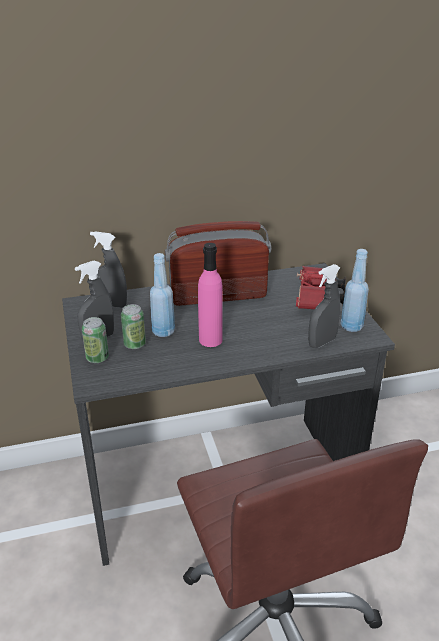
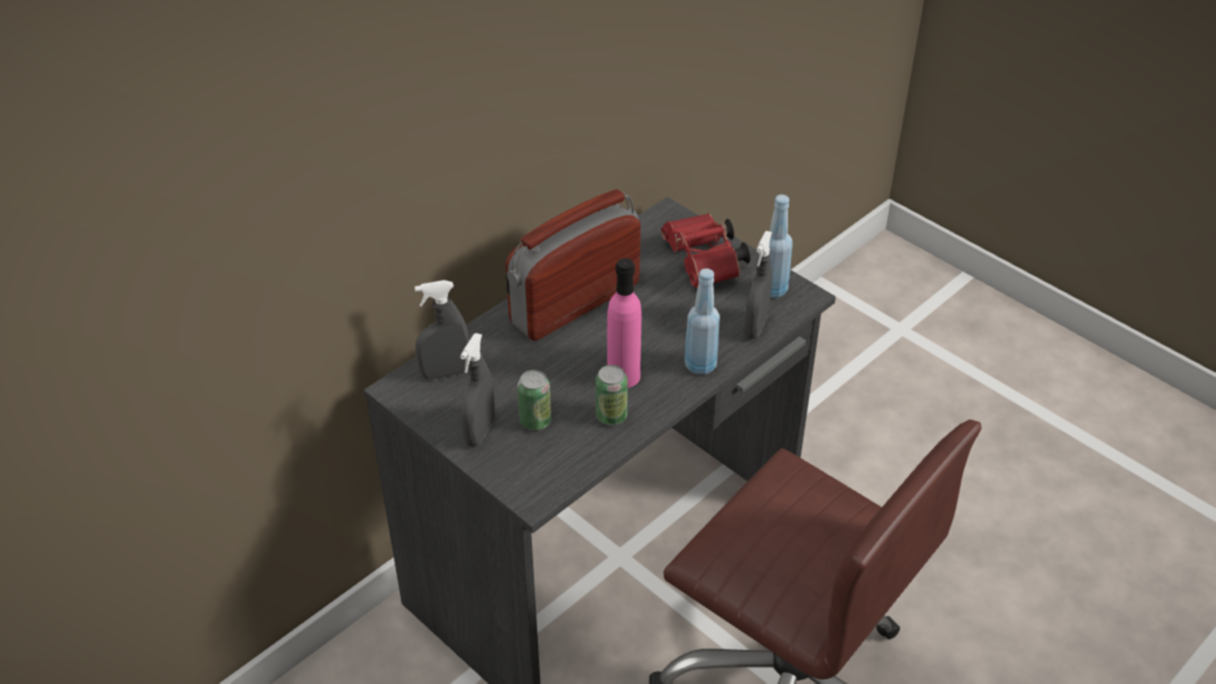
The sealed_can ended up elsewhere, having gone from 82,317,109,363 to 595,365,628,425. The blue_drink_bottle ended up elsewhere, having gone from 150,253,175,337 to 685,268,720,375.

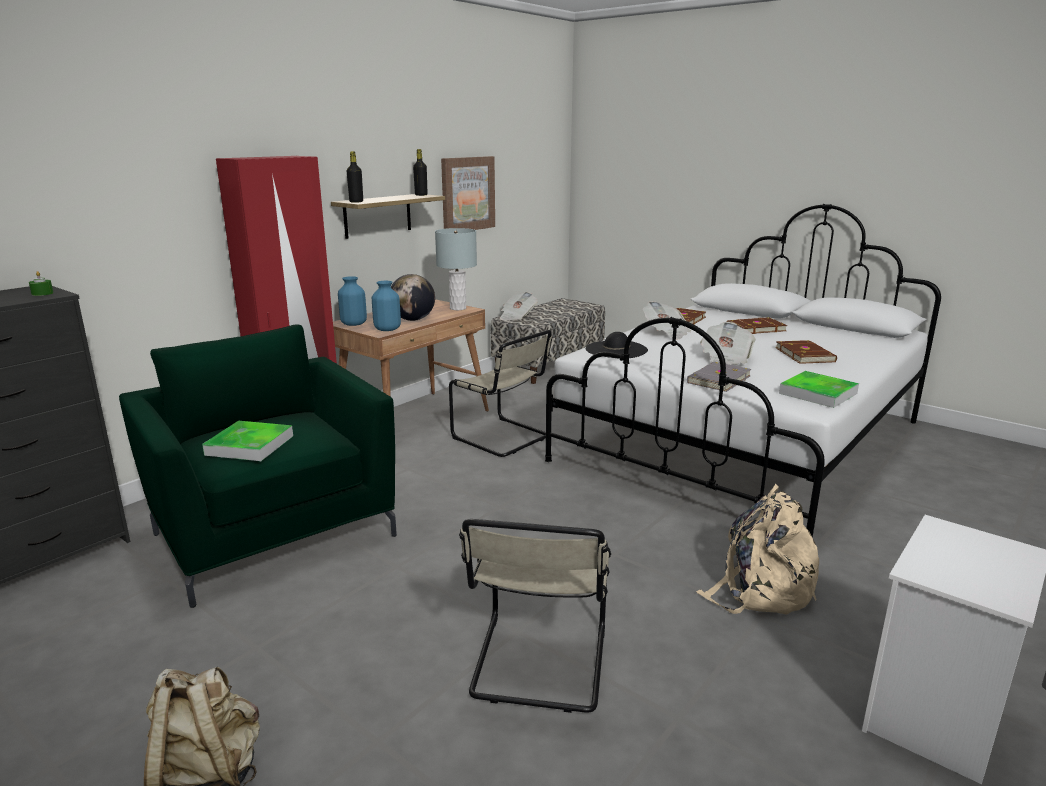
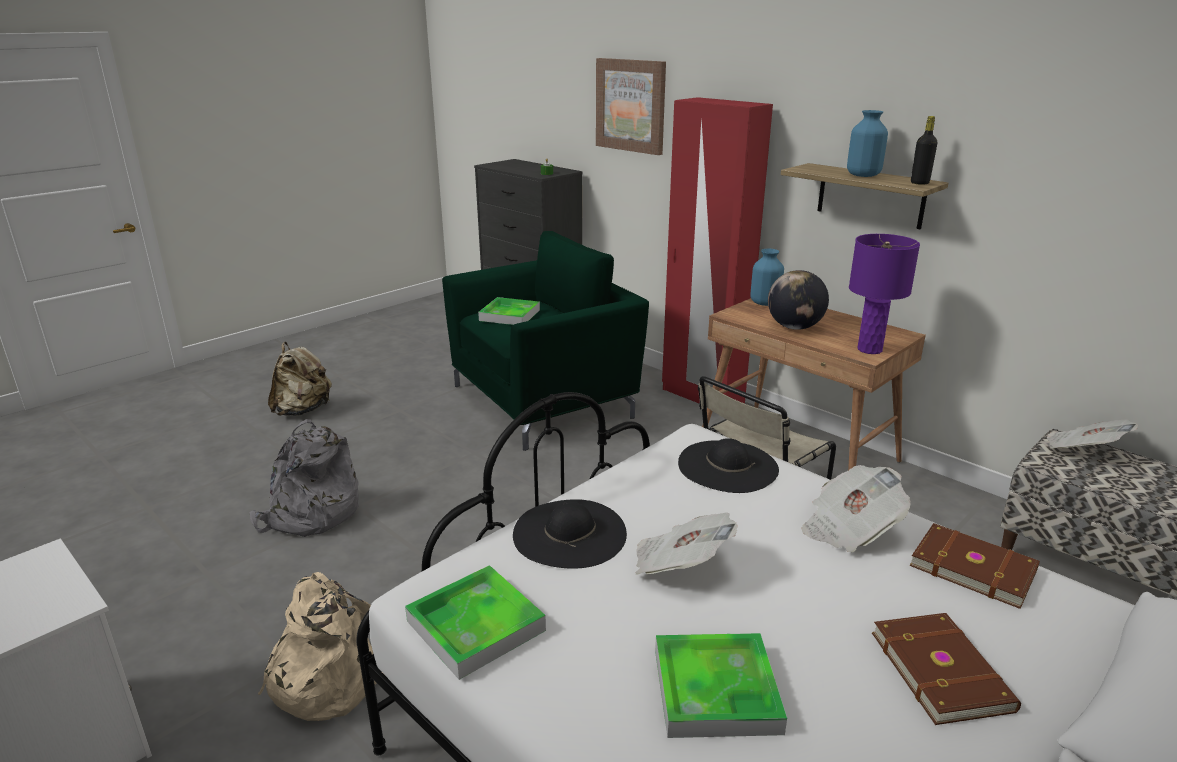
The second view lost the black-coloured_drink_bottle at 347,151,363,203. The blue_vase ended up elsewhere, having gone from 372,281,401,331 to 847,110,888,177. What was the gray_lamp_for_a_table at 435,228,477,310 turned into the purple_lamp_for_a_table at 849,234,920,354. The wall_picture ended up elsewhere, having gone from 441,156,495,230 to 596,58,666,155. Where the beige-coloured_chair stood at 459,519,611,713, the gray_rucksack came to stand at 249,419,359,537. Where the gray_book stood at 687,362,751,392, the black-coloured_clothing_hat came to stand at 513,499,627,569. Where the brownish_book stood at 775,340,837,364, the carrying_tray came to stand at 655,633,787,738.

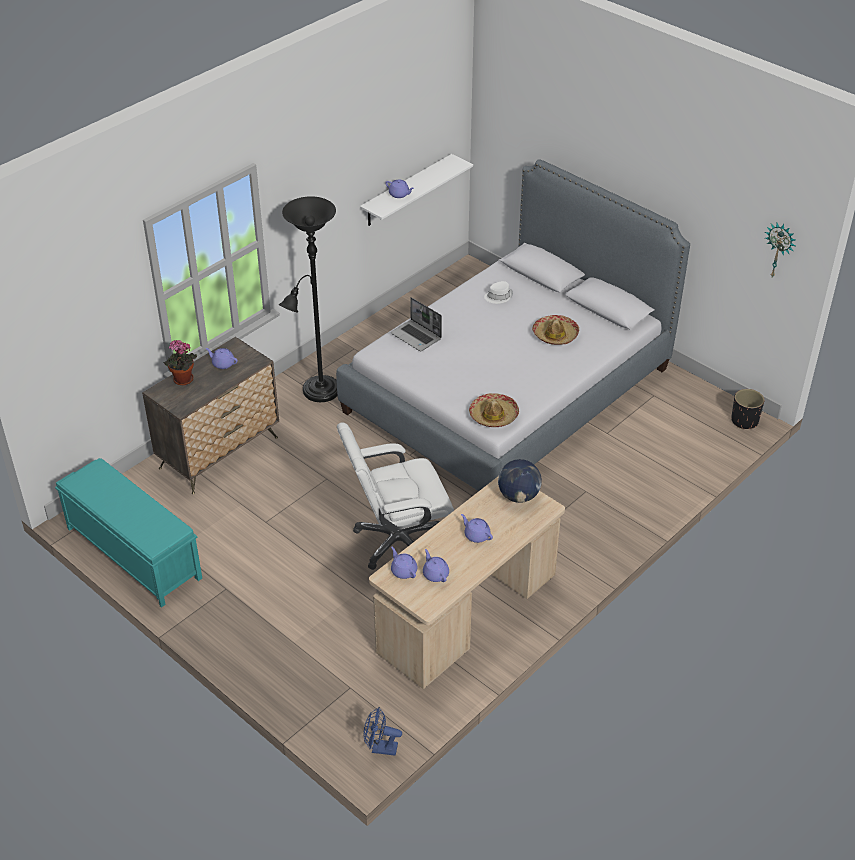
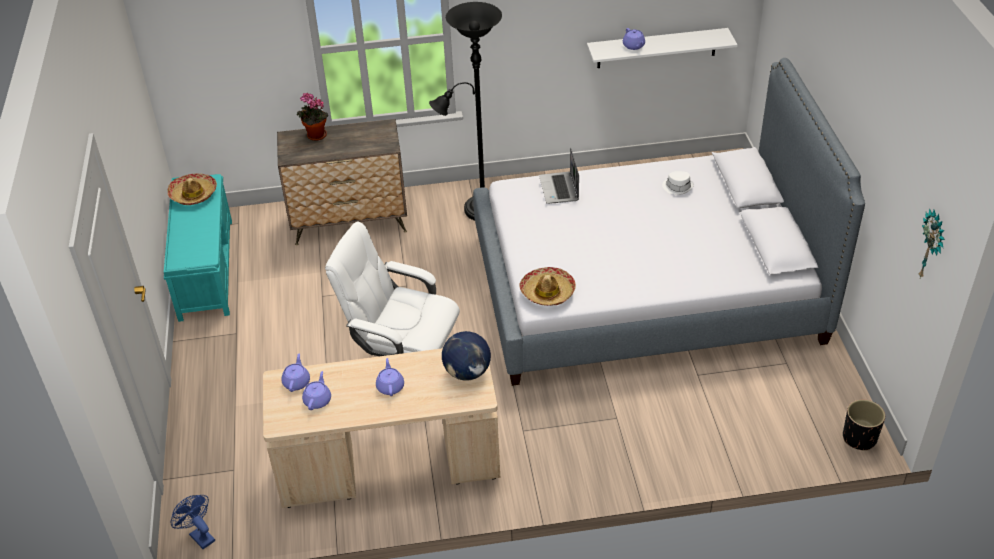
The second view lost the purple_pot_for_tea at 206,348,238,369. The clothing_hat ended up elsewhere, having gone from 532,315,579,345 to 167,173,217,205.

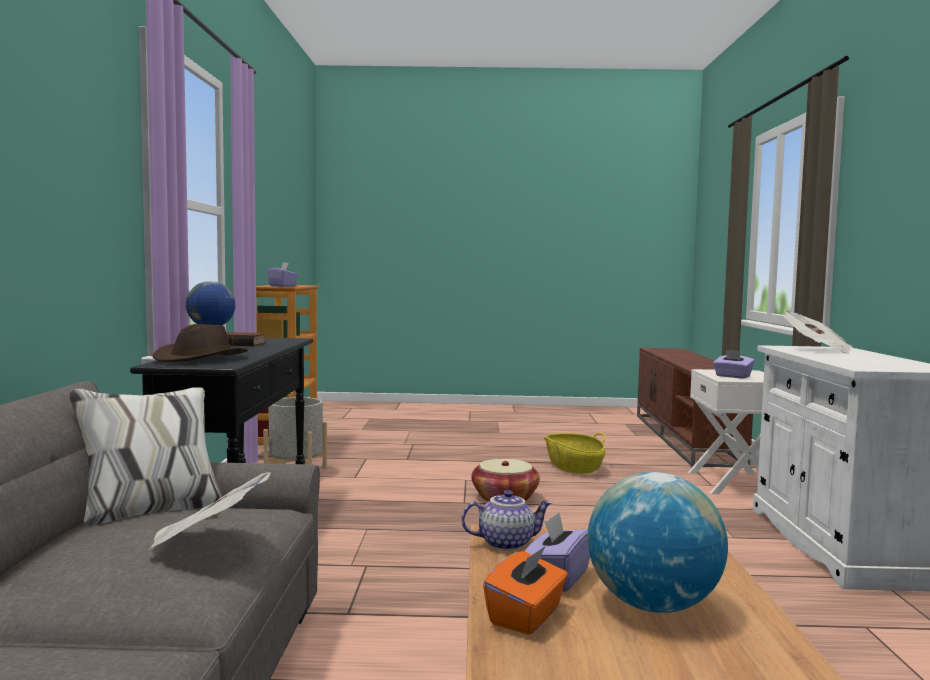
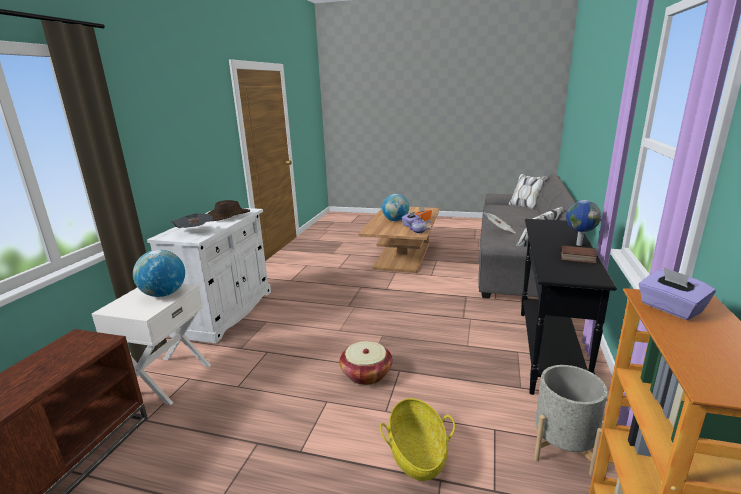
The brownish_clothing_hat ended up elsewhere, having gone from 153,324,248,362 to 208,200,251,221. The storage_basket ended up elsewhere, having gone from 544,433,606,474 to 380,398,455,481. Where the purple_box_of_tissues stood at 713,350,755,379, the desk_globe came to stand at 133,250,185,297.

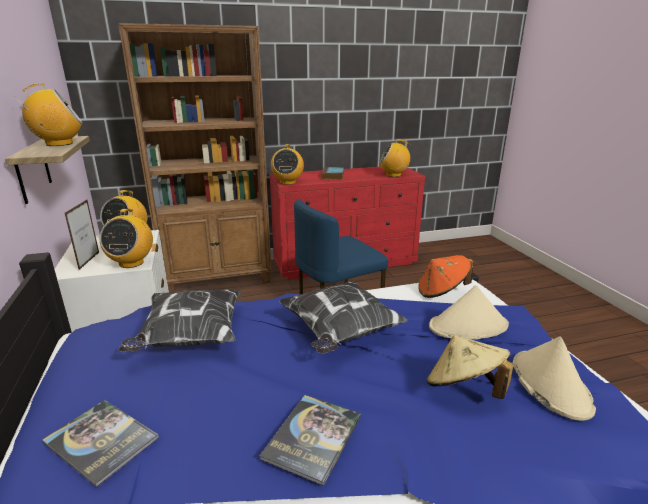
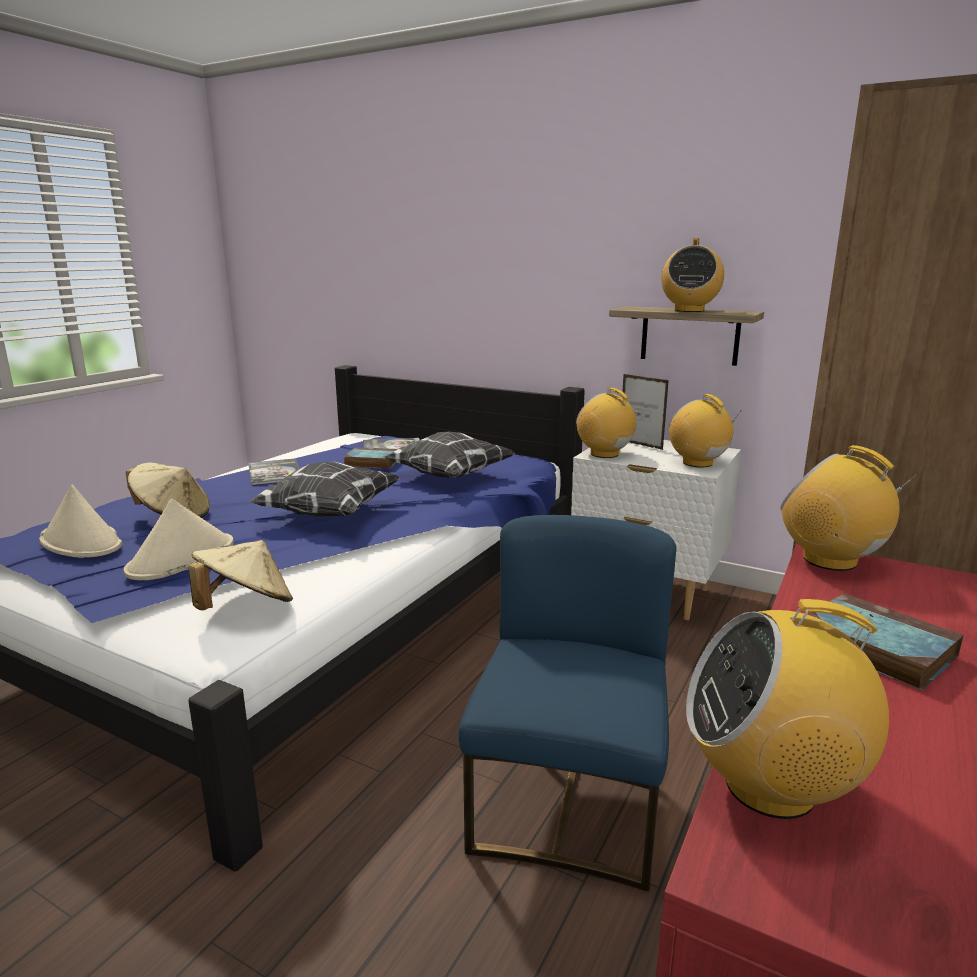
The radio at 379,139,411,177 ended up facing another way, 135 degrees counterclockwise from before. What was the orange_clothing_hat at 418,255,474,298 turned into the beige-coloured_clothing_hat at 189,540,293,610. The second view gained the book at 343,447,397,469.

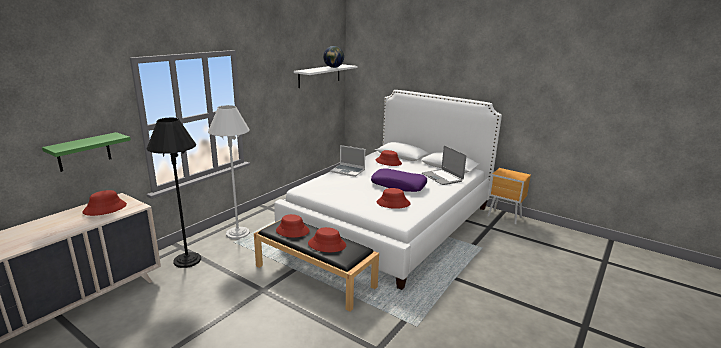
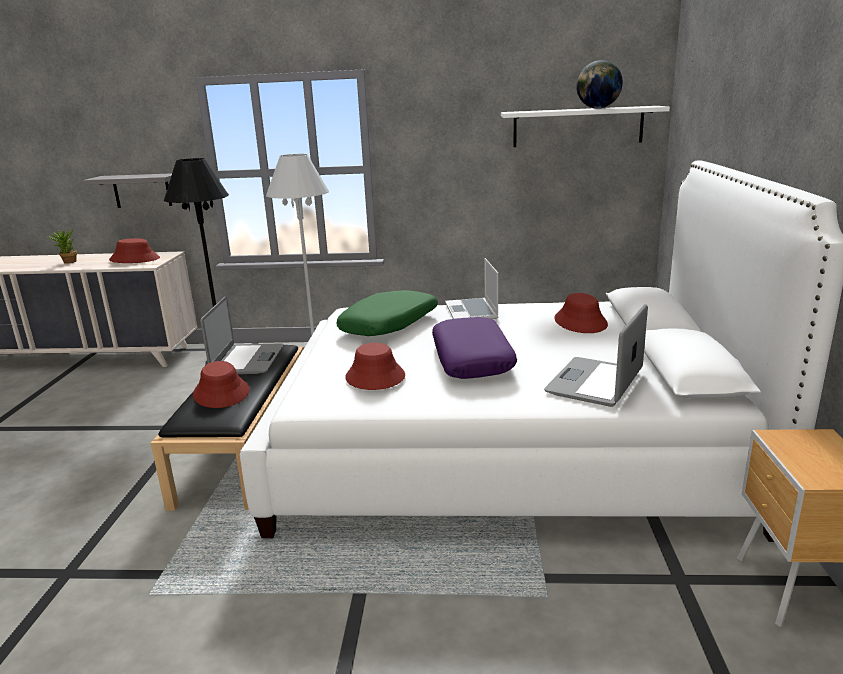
What was the greenish_bracket_shelf at 42,132,131,172 turned into the gray_bracket_shelf at 83,173,172,208. Where the reddish_clothing_hat stood at 276,214,309,238, the laptop came to stand at 200,296,284,374. The second view gained the potted_plant at 47,228,77,264. The second view gained the greenish_throw_pillow at 336,290,438,336.

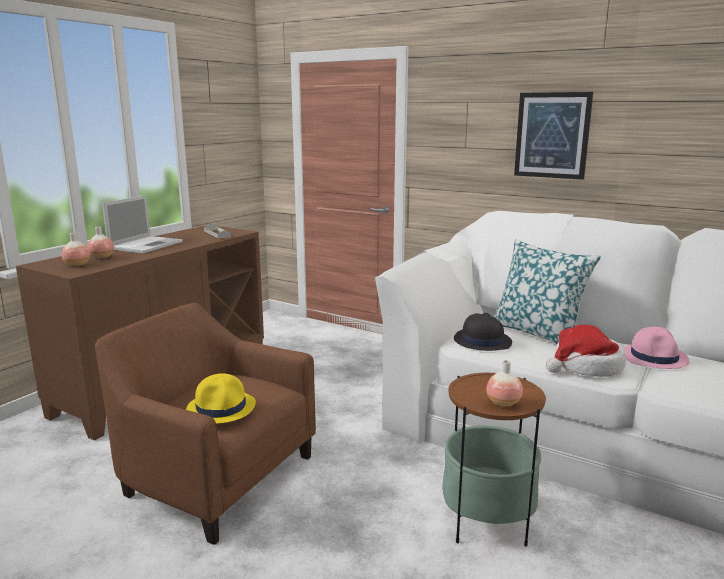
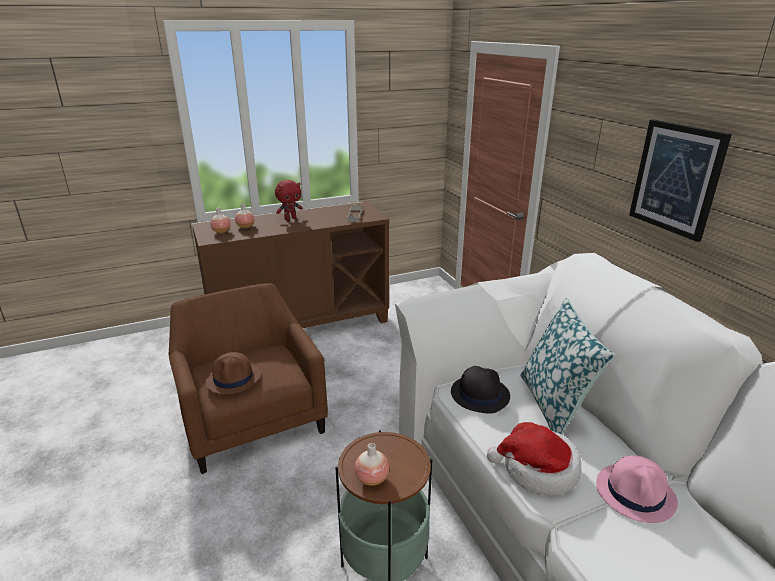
Where the laptop stood at 102,195,183,254, the reddish_cuddly_toy came to stand at 275,180,303,220. What was the yellow_clothing_hat at 186,373,256,424 turned into the brownish_clothing_hat at 205,352,260,394.

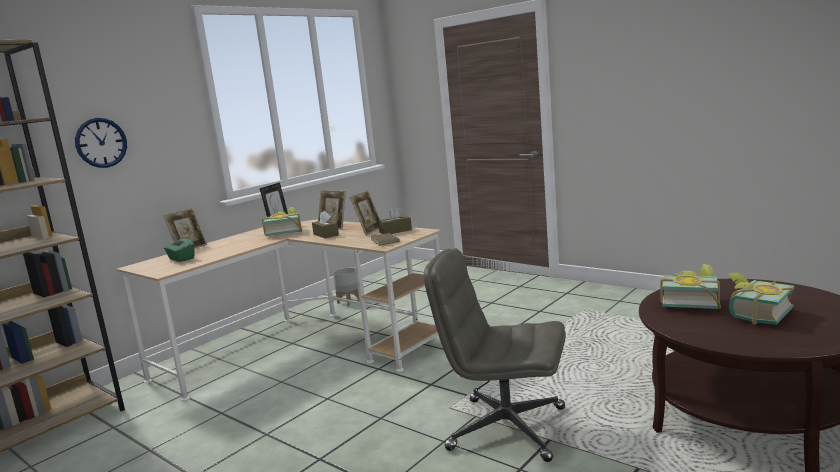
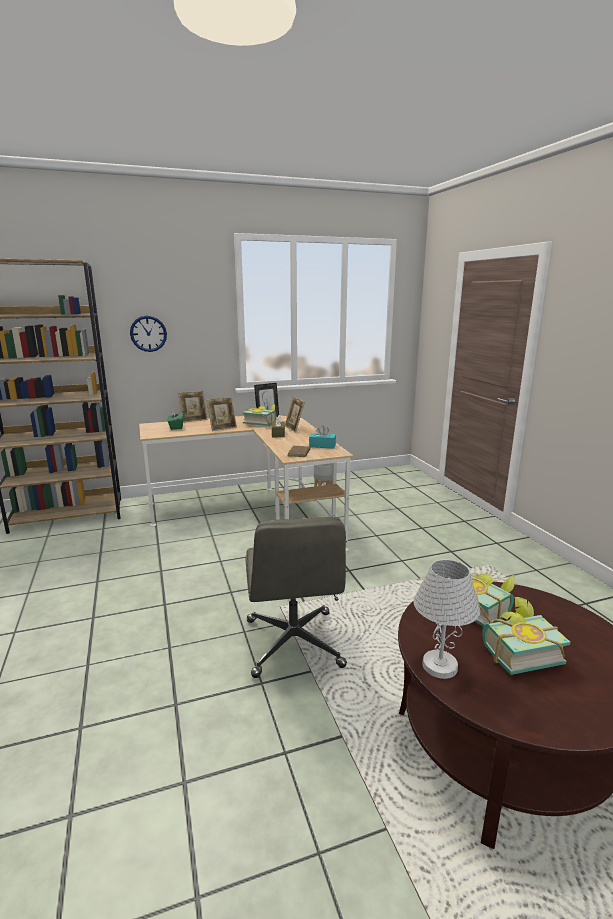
The standing_frame ended up elsewhere, having gone from 350,191,380,236 to 207,397,237,431. What was the brownish_box_of_tissues at 378,207,412,234 turned into the blue-green_box_of_tissues at 309,425,336,448. The gray_computer_chair at 424,248,566,462 ended up facing another way, 150 degrees counterclockwise from before. The second view gained the whitish_lamp_for_a_table at 413,559,480,679.

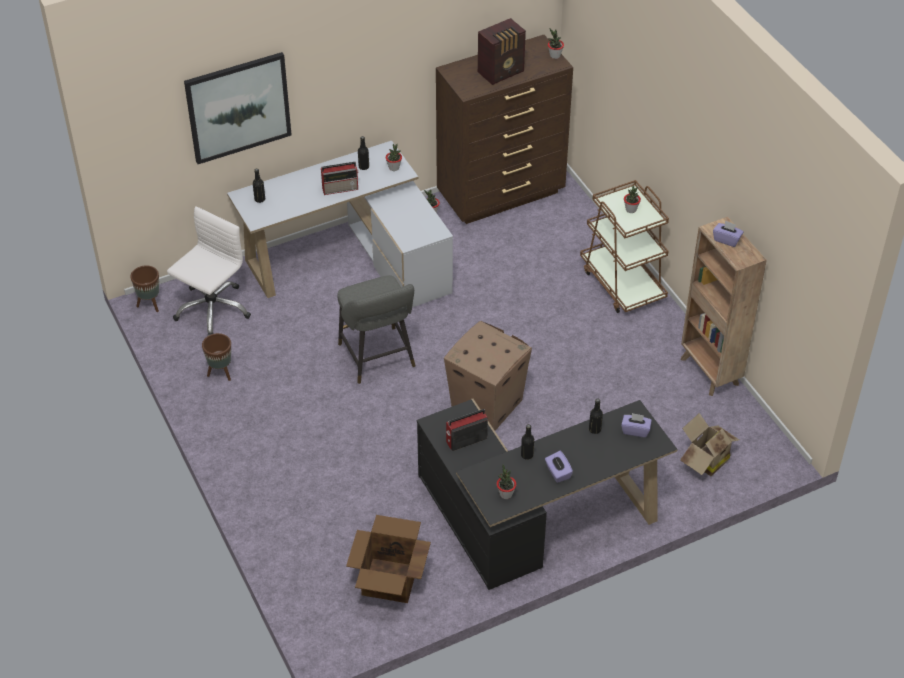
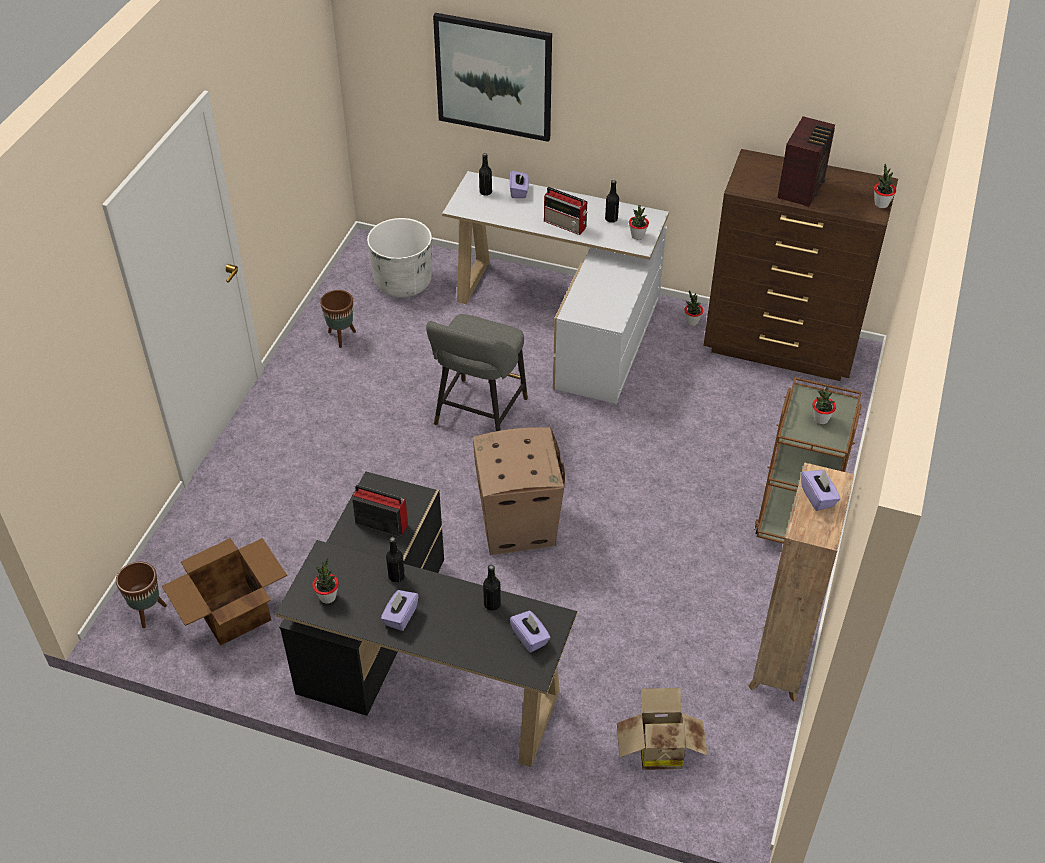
The brownish_flower_pot ended up elsewhere, having gone from 130,265,159,312 to 116,562,167,628. Where the whitish_computer_chair stood at 167,206,251,336, the whitish_flower_pot came to stand at 367,218,432,298. The radio at 478,18,526,85 ended up facing another way, 75 degrees counterclockwise from before. The second view gained the purple_box_of_tissues at 510,170,529,198.

